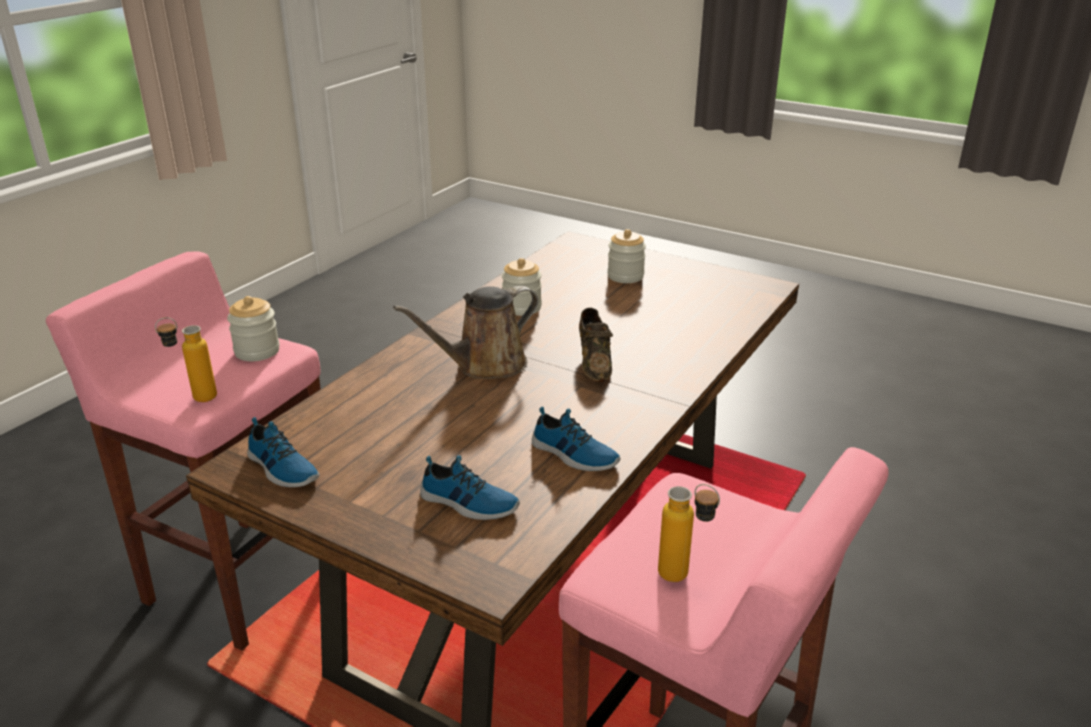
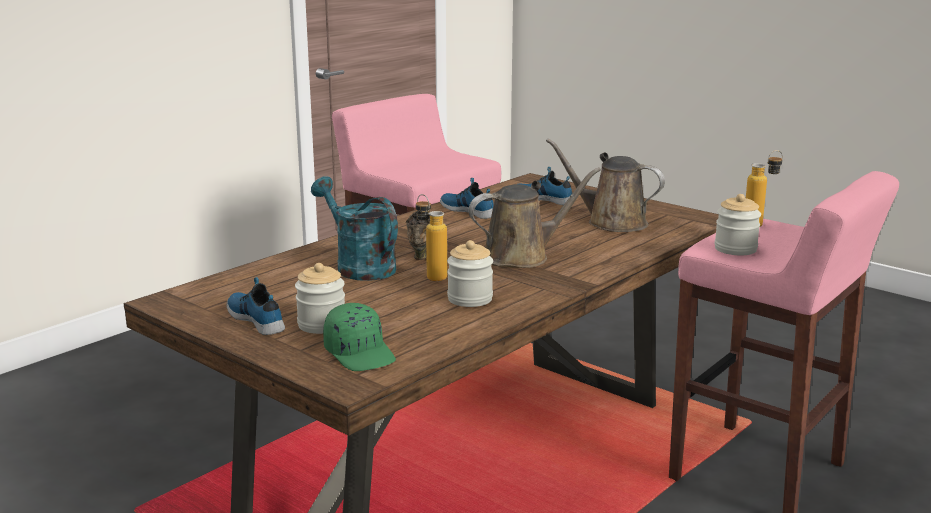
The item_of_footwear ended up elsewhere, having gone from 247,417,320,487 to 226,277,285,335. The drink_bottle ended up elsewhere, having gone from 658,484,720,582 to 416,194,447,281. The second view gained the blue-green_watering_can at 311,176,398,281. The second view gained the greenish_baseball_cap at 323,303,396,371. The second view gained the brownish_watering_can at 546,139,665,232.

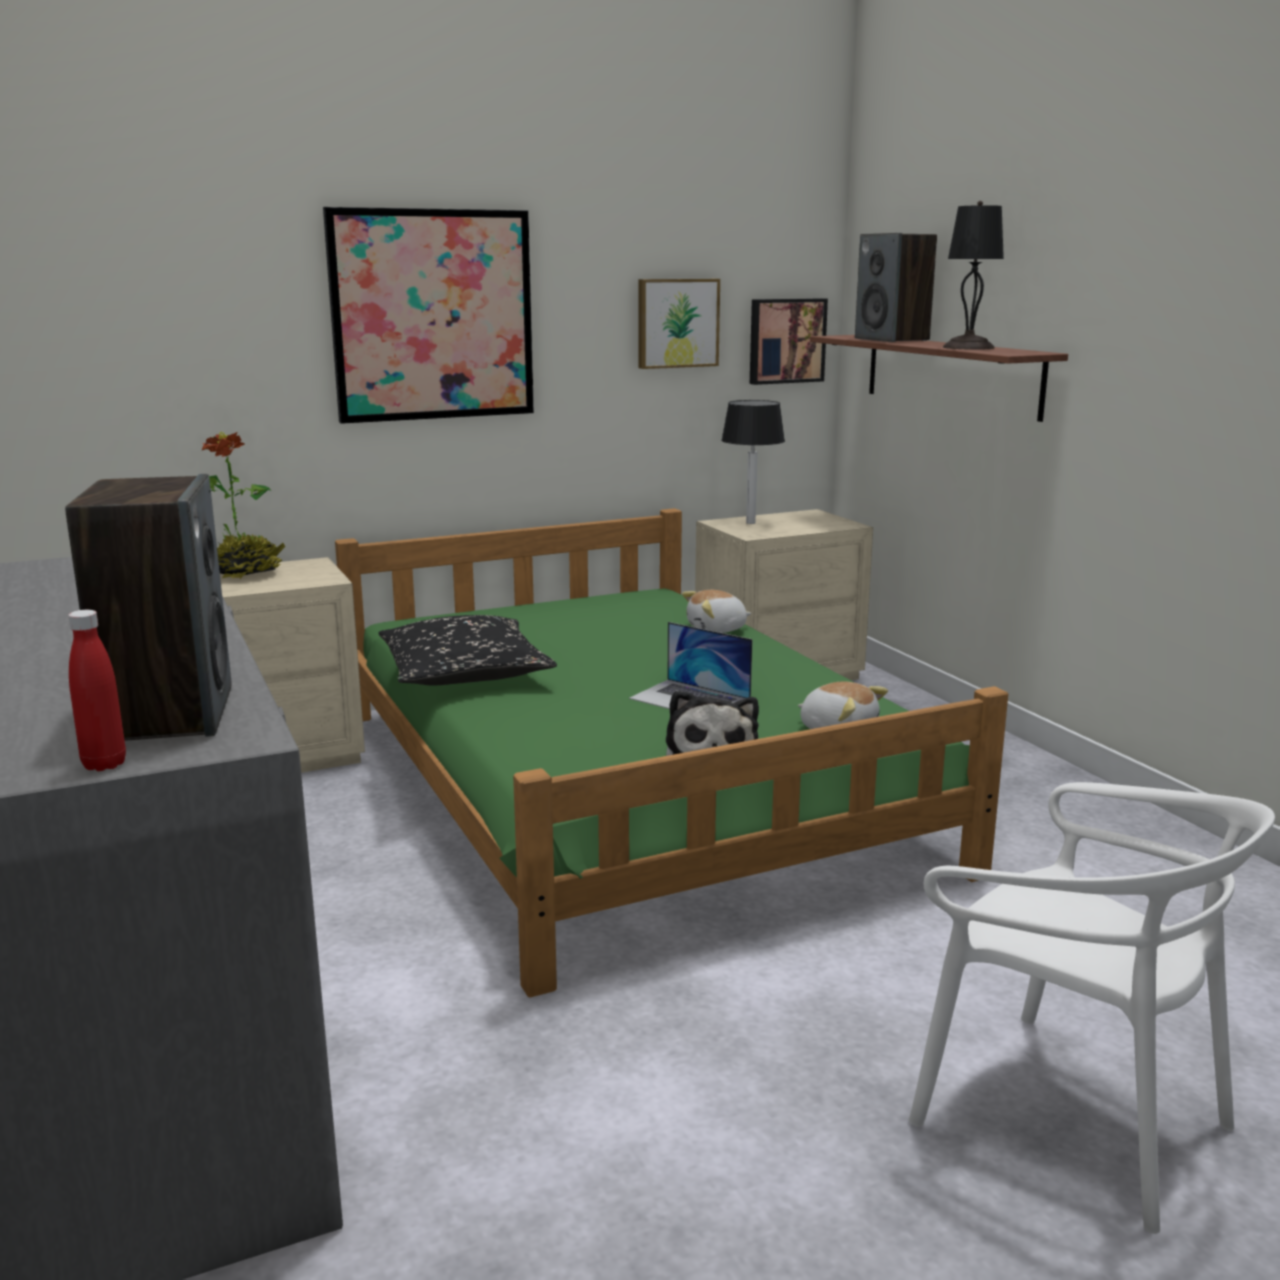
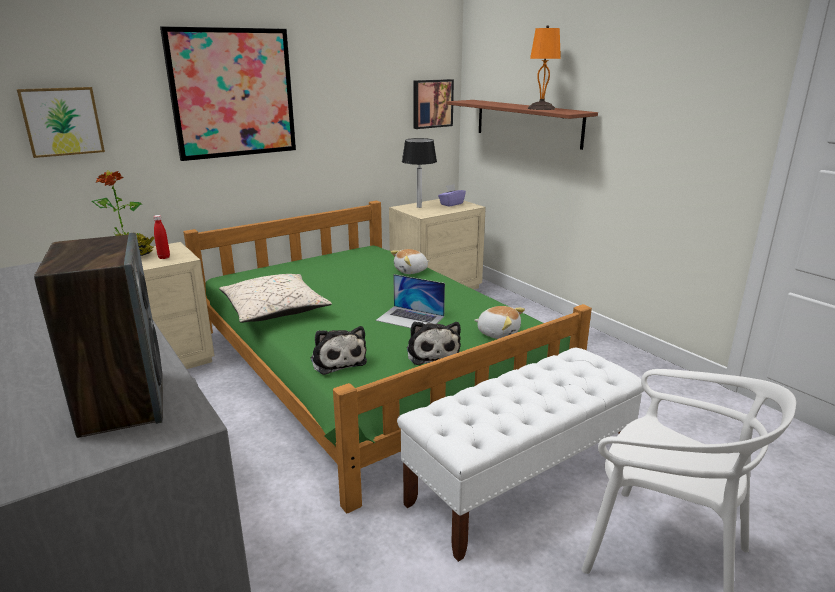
The reddish_drink_bottle ended up elsewhere, having gone from 68,610,126,771 to 153,215,170,259. What was the black-coloured_throw_pillow at 378,615,557,685 turned into the beige-coloured_throw_pillow at 219,274,332,323. The wall_picture ended up elsewhere, having gone from 638,279,720,369 to 17,87,105,158. The second view lost the speaker at 855,233,937,342. What was the black-coloured_lamp_for_a_table at 943,201,1004,350 turned into the orange_lamp_for_a_table at 527,25,561,110. The second view gained the cuddly_toy at 311,326,367,375. The second view gained the whitish_long_seat at 397,347,644,562. The second view gained the purple_box_of_tissues at 438,184,466,207.

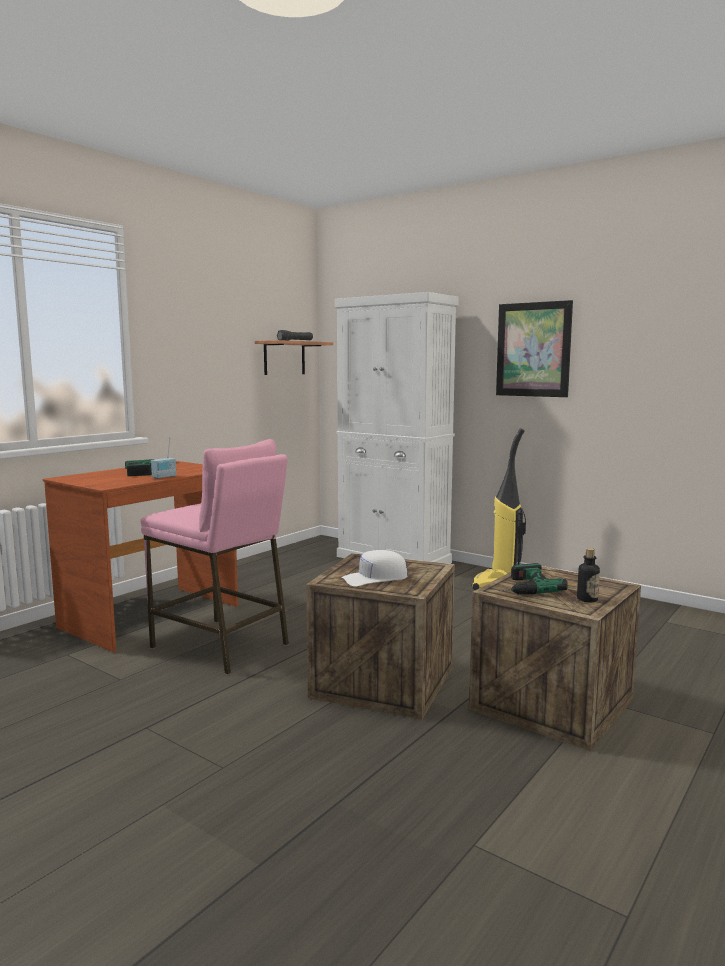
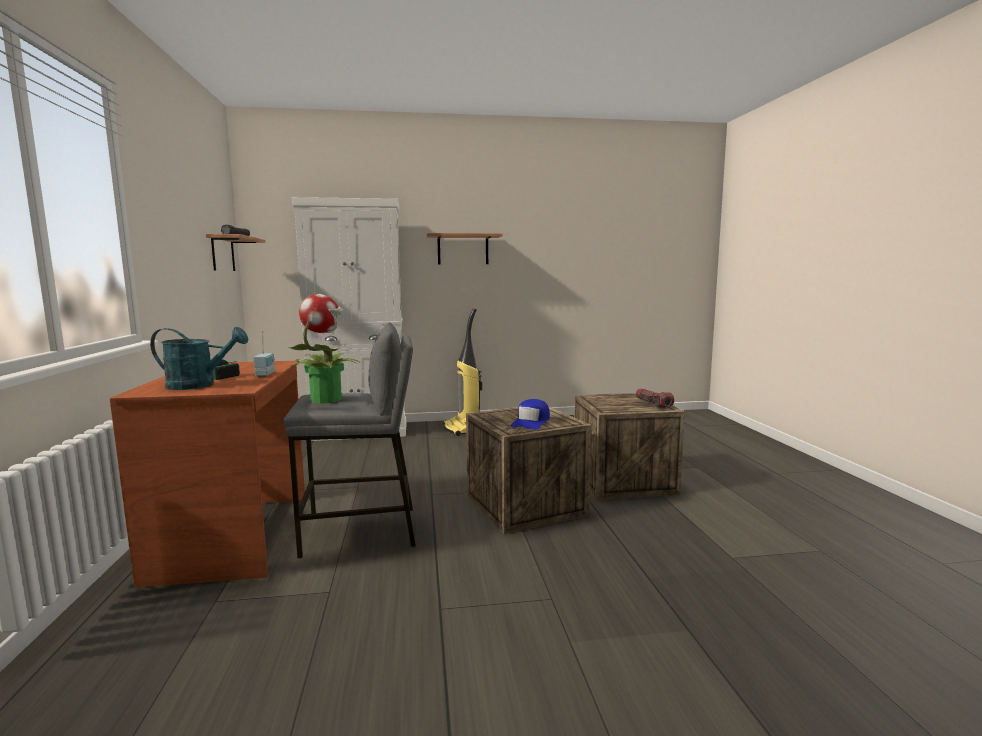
What was the pink_sitting_stool at 140,439,289,675 turned into the gray_sitting_stool at 284,322,416,559. What was the whitish_baseball_cap at 342,550,408,586 turned into the blue_baseball_cap at 511,399,550,430. Where the wall_picture hung at 496,300,573,397, the bracket_shelf came to hang at 427,233,503,264. The second view lost the electric_drill at 499,563,568,595. Where the drink_bottle stood at 577,548,600,603, the hand_torch came to stand at 636,388,674,408. The second view gained the blue-green_watering_can at 150,327,249,390. The second view gained the potted_plant at 289,294,360,403.

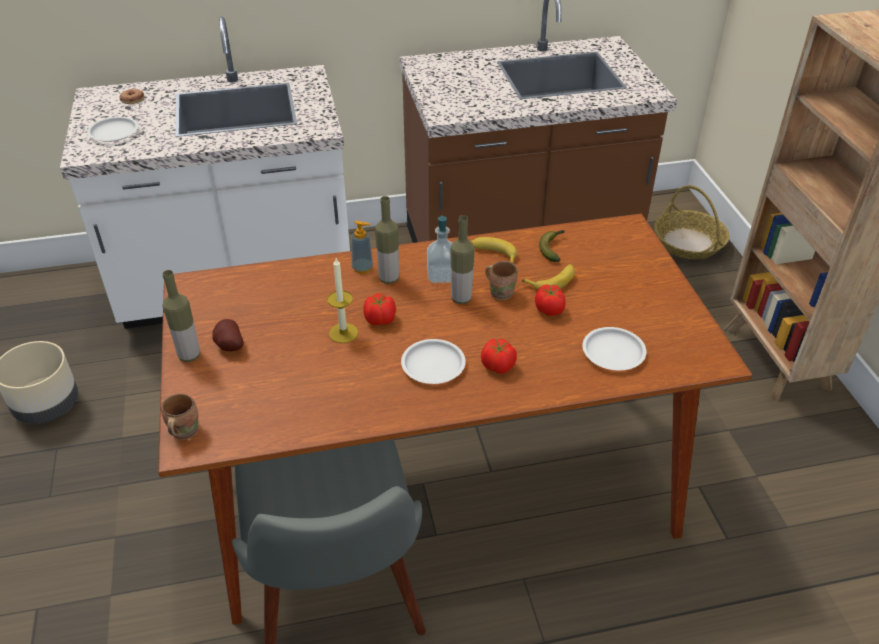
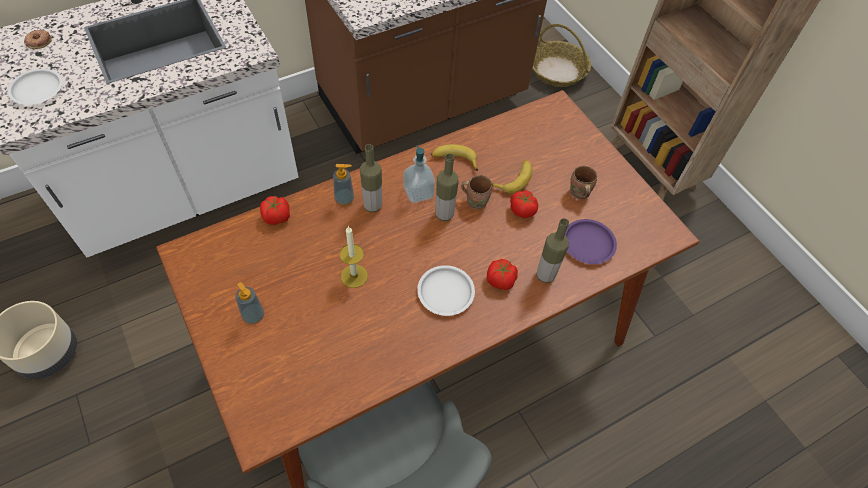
The brownish_mug ended up elsewhere, having gone from 161,394,199,440 to 570,166,597,200. The drink_bottle ended up elsewhere, having gone from 162,270,200,362 to 536,218,569,283. Where the potato stood at 212,319,244,351, the soap_bottle came to stand at 235,282,264,324. The tomato ended up elsewhere, having gone from 363,293,396,325 to 260,196,290,225. The second view lost the banana_fruit at 539,230,565,262. What was the whitish_plate at 582,327,647,370 turned into the purple_plate at 565,219,617,264.

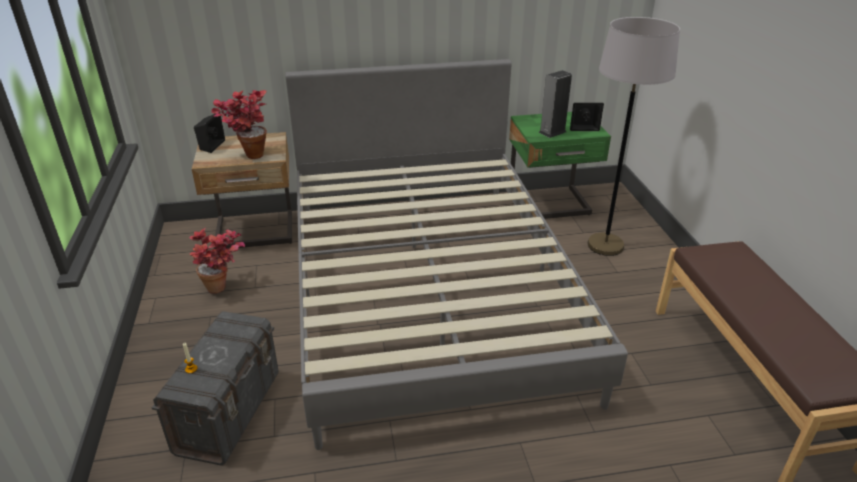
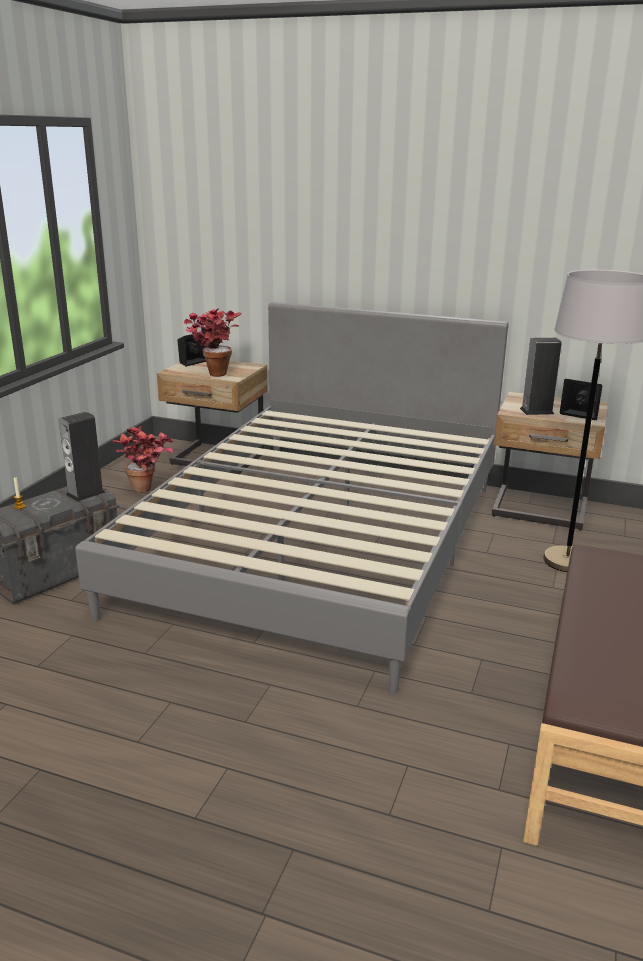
What was the greenish_bedside_table at 509,112,611,219 turned into the beige-coloured_bedside_table at 492,392,608,531. The second view gained the speaker at 59,412,105,502.

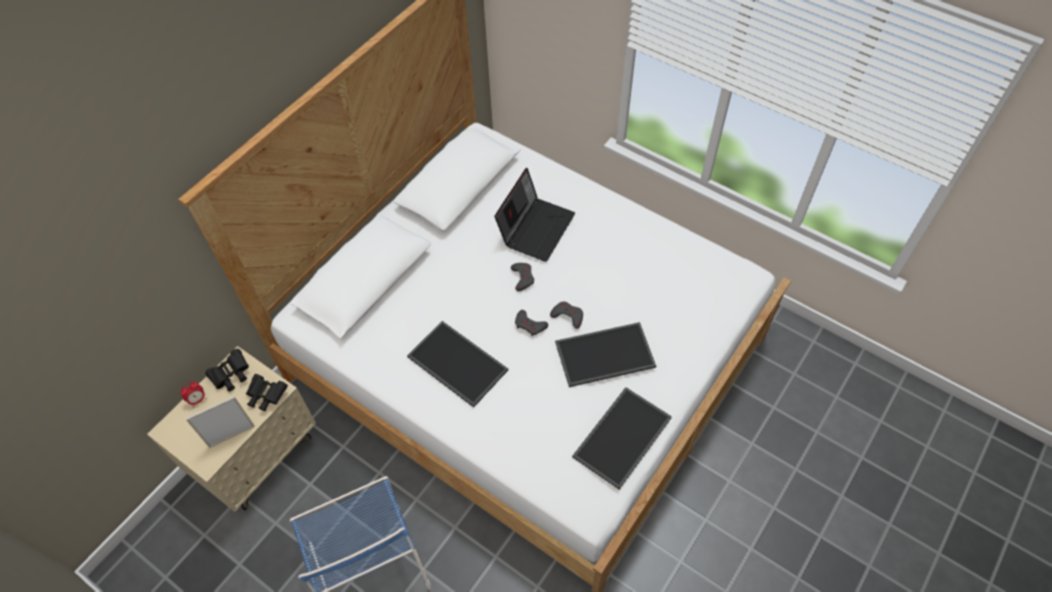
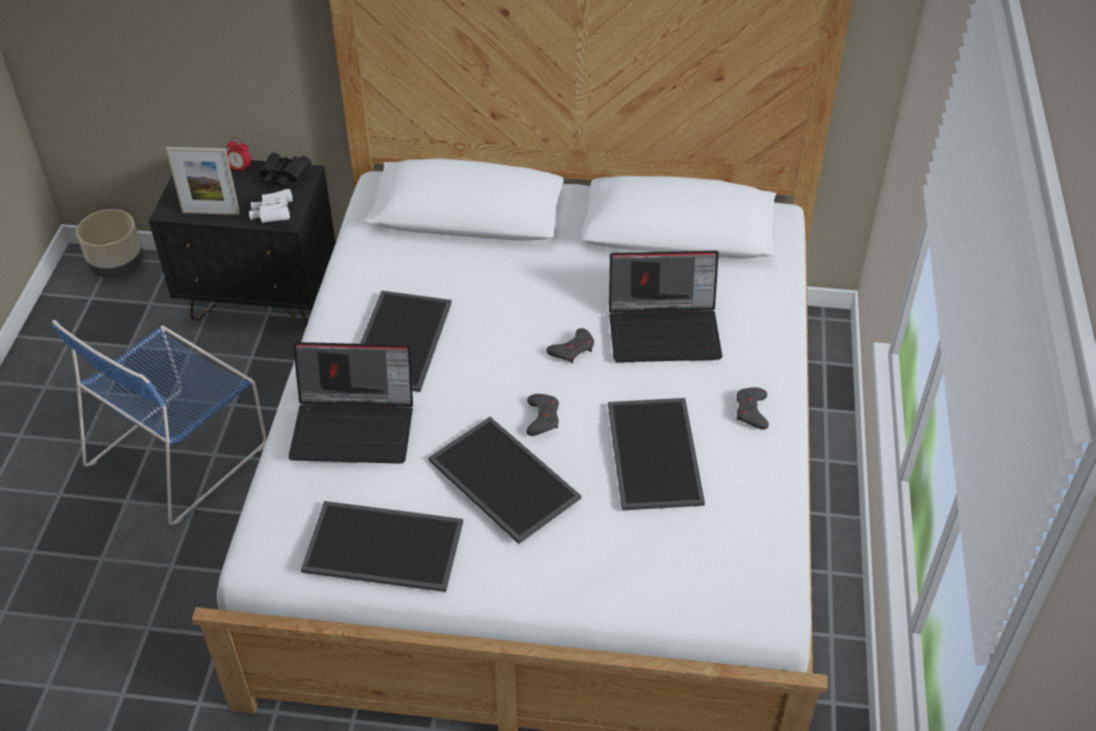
What was the beige-coloured_bedside_table at 147,346,316,512 turned into the black-coloured_bedside_table at 149,160,336,330. The standing_frame at 185,395,255,448 ended up facing another way, 150 degrees clockwise from before. What was the black-coloured_field_glasses at 246,374,288,411 turned into the whitish_field_glasses at 249,189,293,223. The gray_gamepad ended up elsewhere, having gone from 515,310,548,336 to 736,387,769,430. The second view gained the beige-coloured_flower_pot at 77,209,144,278. The second view gained the laptop at 288,342,413,464. The second view gained the carrying_tray at 608,398,705,510.

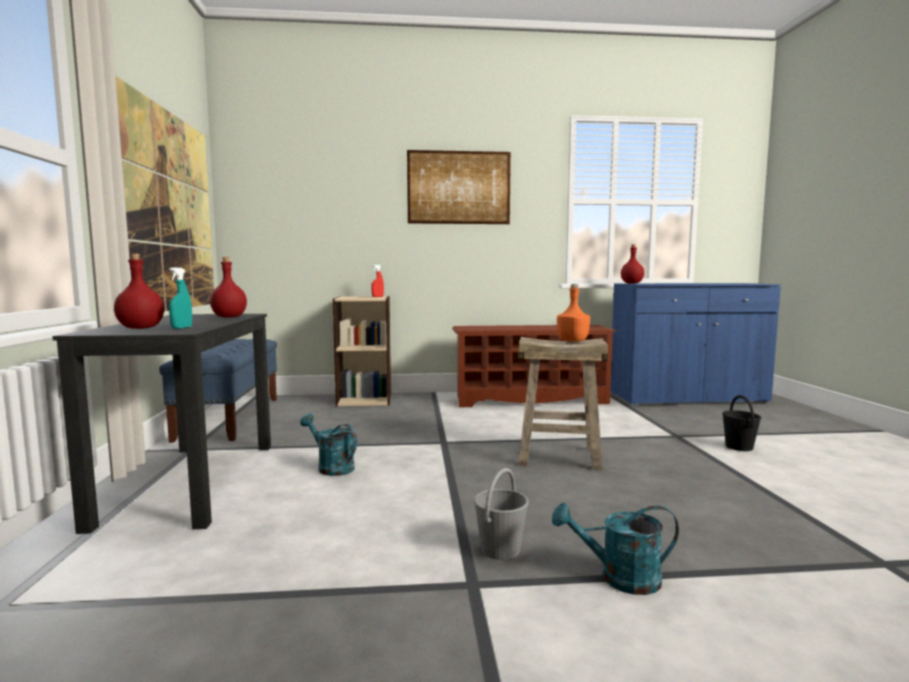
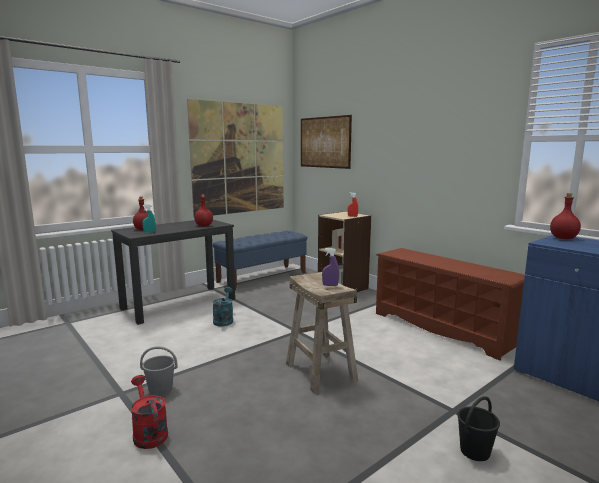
The wall_picture ended up elsewhere, having gone from 407,150,511,224 to 301,115,352,169. What was the blue-green_watering_can at 552,503,679,595 turned into the reddish_watering_can at 131,375,168,449. Where the orange_drink_bottle stood at 557,284,590,342, the purple_hand_sprayer came to stand at 322,248,339,286.

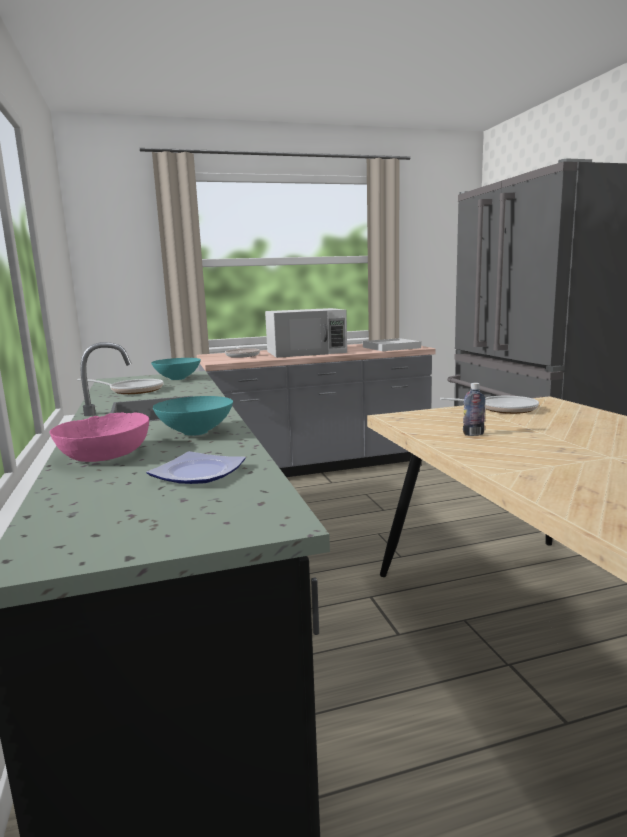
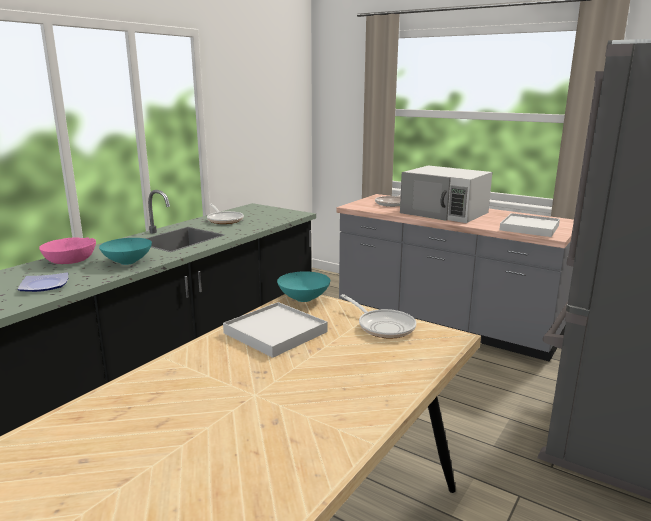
The blue-green_bowl ended up elsewhere, having gone from 151,358,201,380 to 277,271,330,302. Where the drink_bottle stood at 463,383,486,436, the whitish_carrying_tray came to stand at 223,302,328,358.

